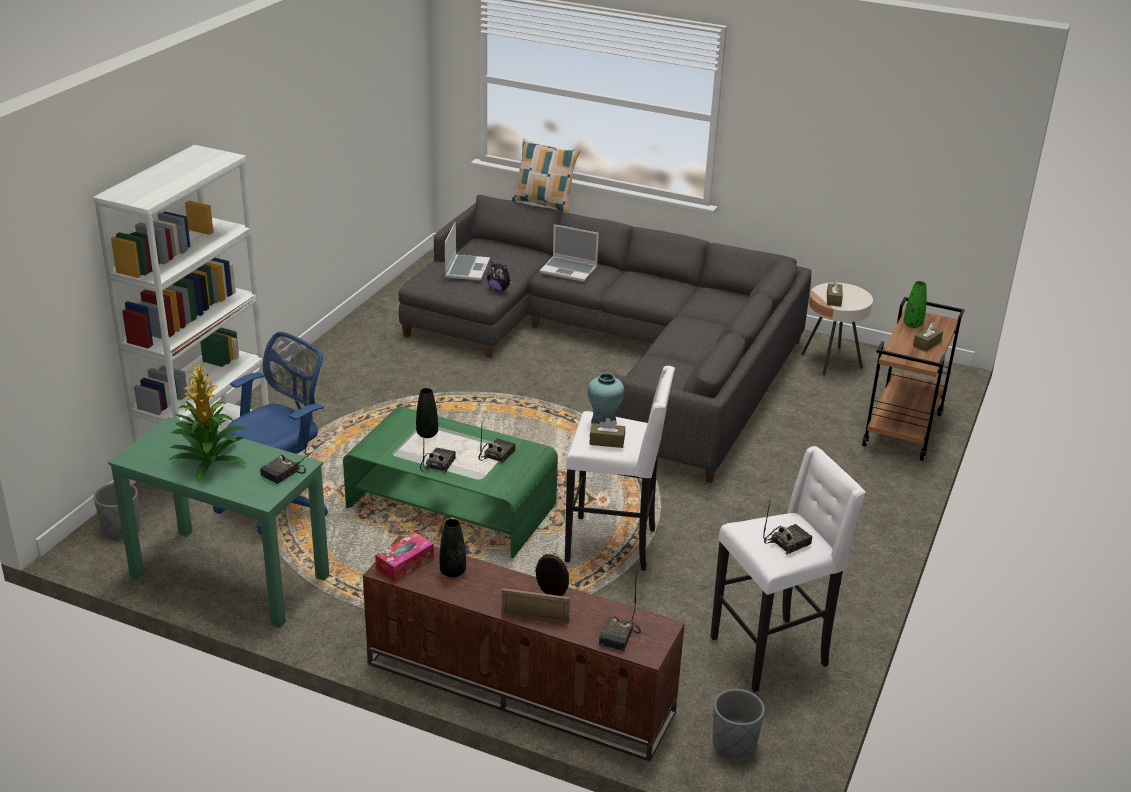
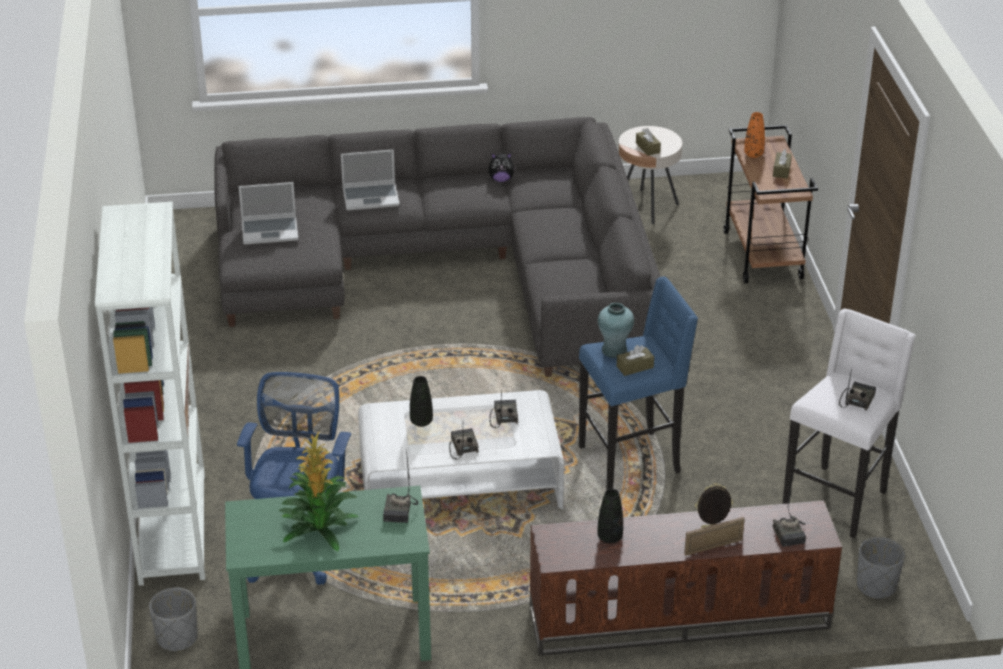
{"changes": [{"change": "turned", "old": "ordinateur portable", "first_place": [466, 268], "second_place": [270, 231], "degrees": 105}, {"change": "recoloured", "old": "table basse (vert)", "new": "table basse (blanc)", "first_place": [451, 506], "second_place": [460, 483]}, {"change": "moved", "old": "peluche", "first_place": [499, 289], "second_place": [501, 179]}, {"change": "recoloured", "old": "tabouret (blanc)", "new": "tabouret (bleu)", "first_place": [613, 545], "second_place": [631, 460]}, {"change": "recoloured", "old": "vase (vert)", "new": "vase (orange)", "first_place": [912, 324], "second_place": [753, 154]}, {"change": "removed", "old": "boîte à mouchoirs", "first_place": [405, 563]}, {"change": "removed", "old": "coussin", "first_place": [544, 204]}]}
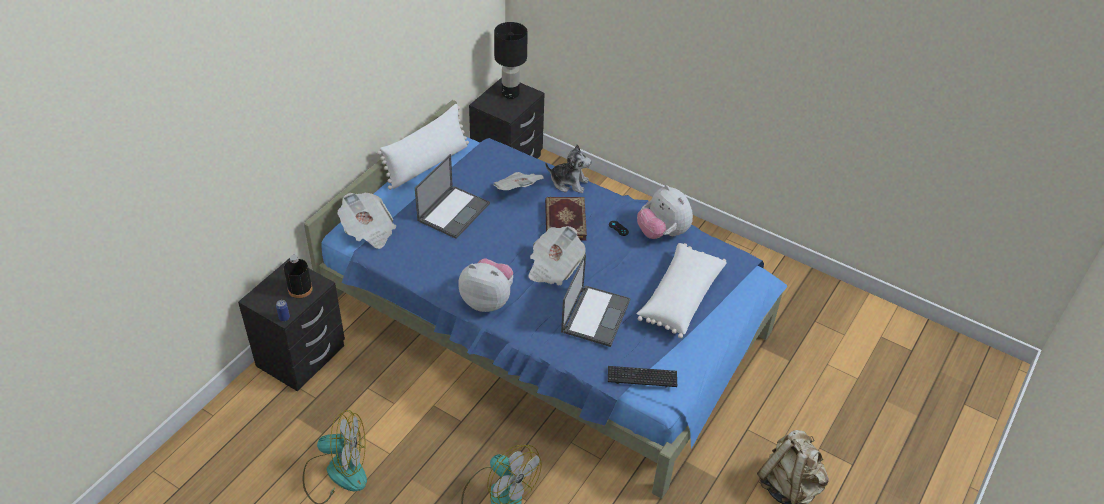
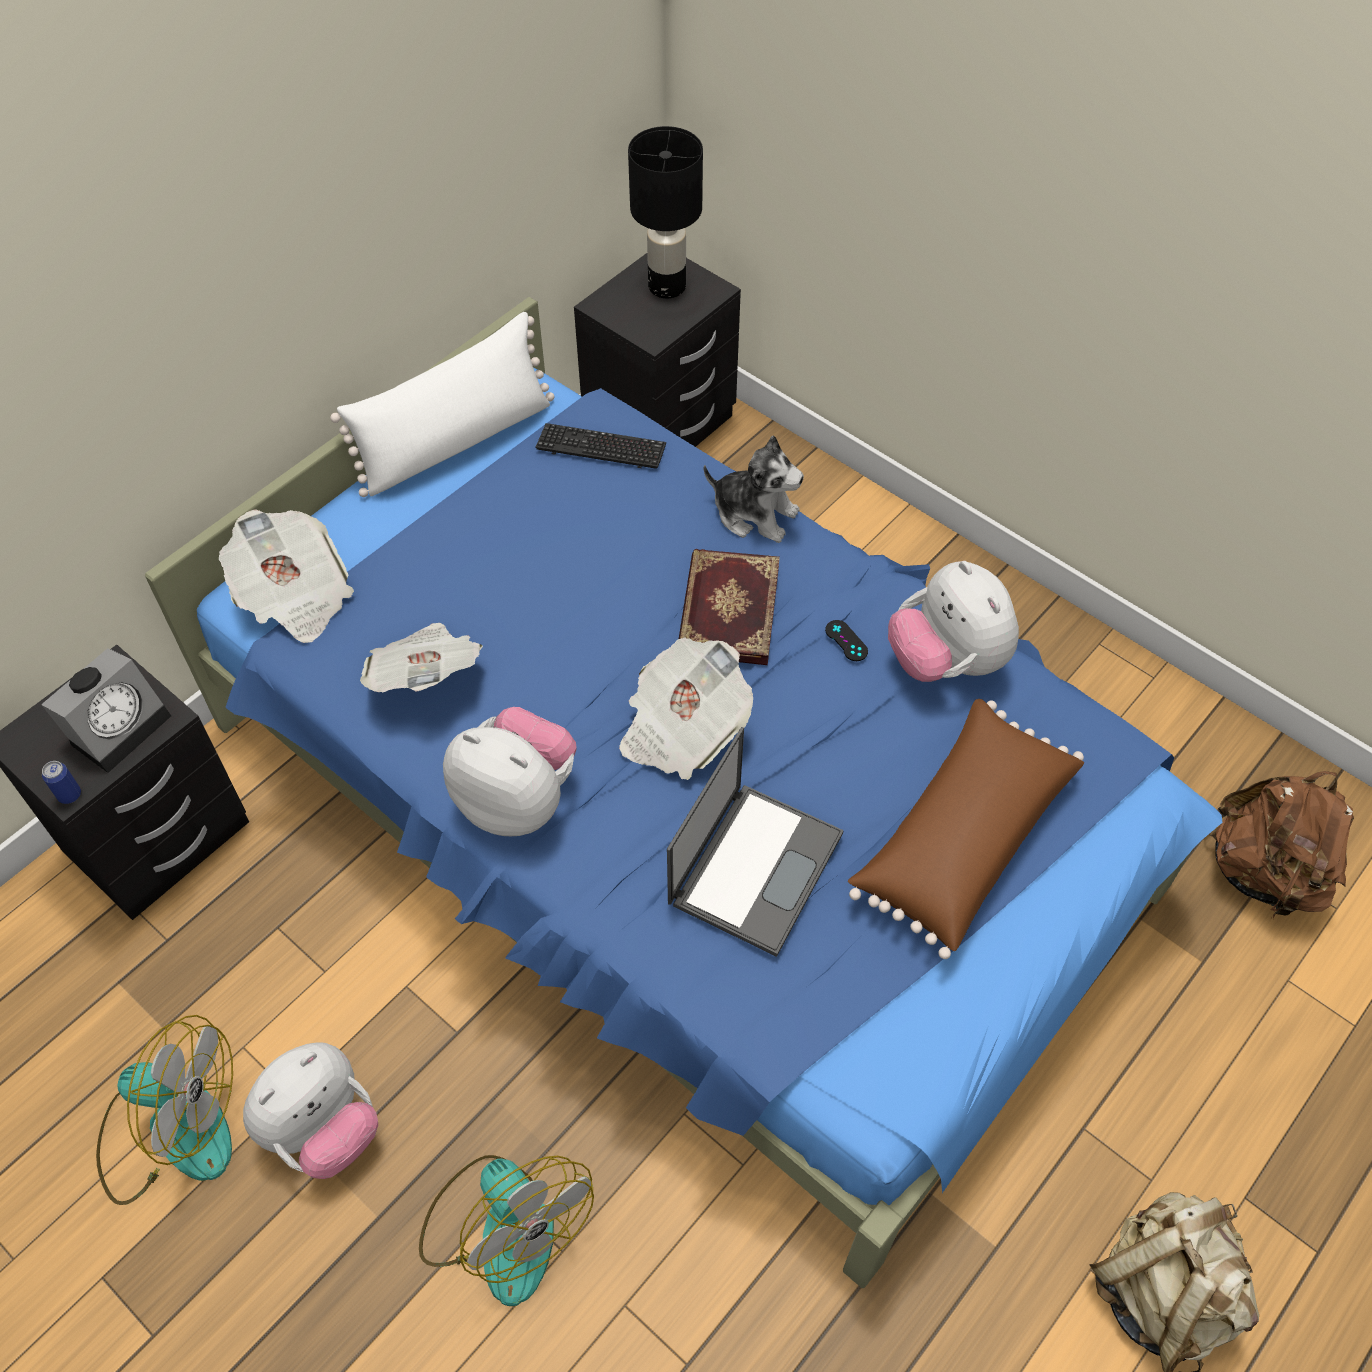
{"changes": [{"change": "replaced", "old": "bouteille (noir)", "new": "réveil", "first_place": [300, 289], "second_place": [120, 725]}, {"change": "added", "new": "peluche", "second_place": [323, 1129]}, {"change": "moved", "old": "journal", "first_place": [517, 191], "second_place": [426, 676]}, {"change": "moved", "old": "clavier", "first_place": [642, 377], "second_place": [601, 448]}, {"change": "recoloured", "old": "coussin (blanc)", "new": "coussin (marron)", "first_place": [679, 298], "second_place": [960, 837]}, {"change": "added", "new": "sac à dos (marron)", "second_place": [1263, 872]}, {"change": "removed", "old": "ordinateur portable", "first_place": [454, 211]}]}
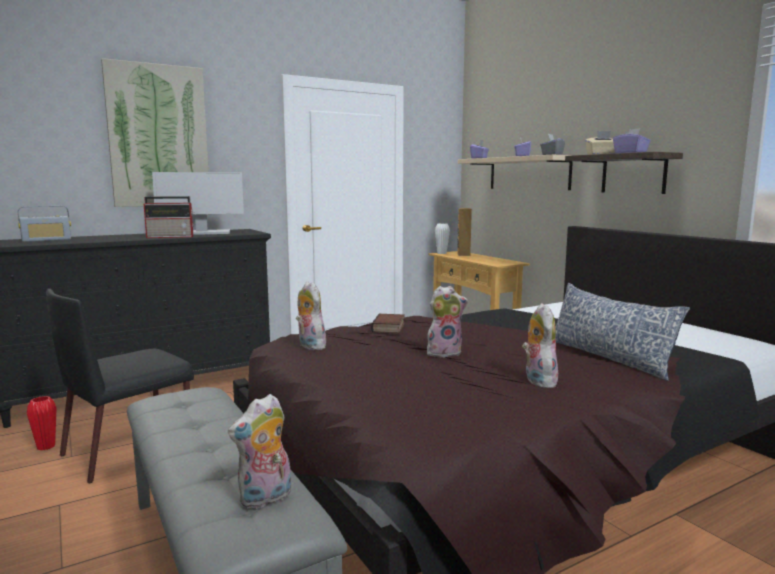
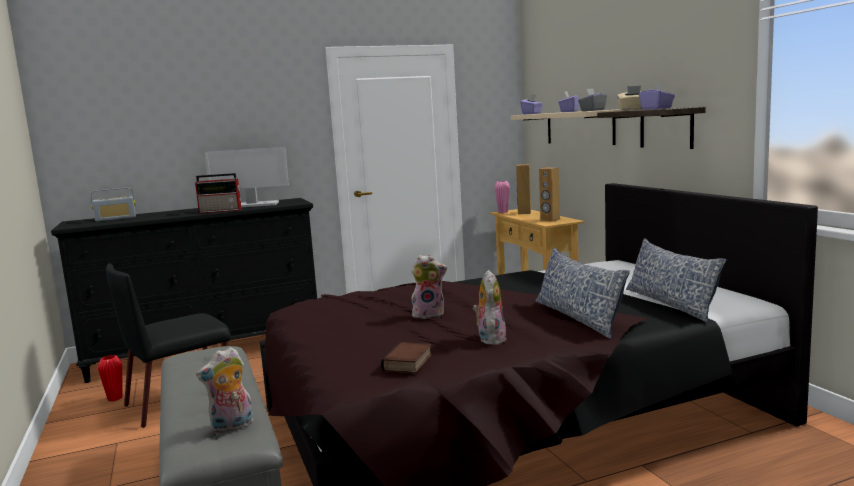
{"changes": [{"change": "moved", "old": "livre", "first_place": [389, 328], "second_place": [409, 363]}, {"change": "recoloured", "old": "vase (blanc)", "new": "vase (rose)", "first_place": [441, 253], "second_place": [503, 212]}, {"change": "added", "new": "enceinte (marron)", "second_place": [550, 220]}, {"change": "added", "new": "coussin", "second_place": [670, 303]}, {"change": "removed", "old": "tableau", "first_place": [158, 136]}, {"change": "removed", "old": "peluche", "first_place": [309, 346]}]}
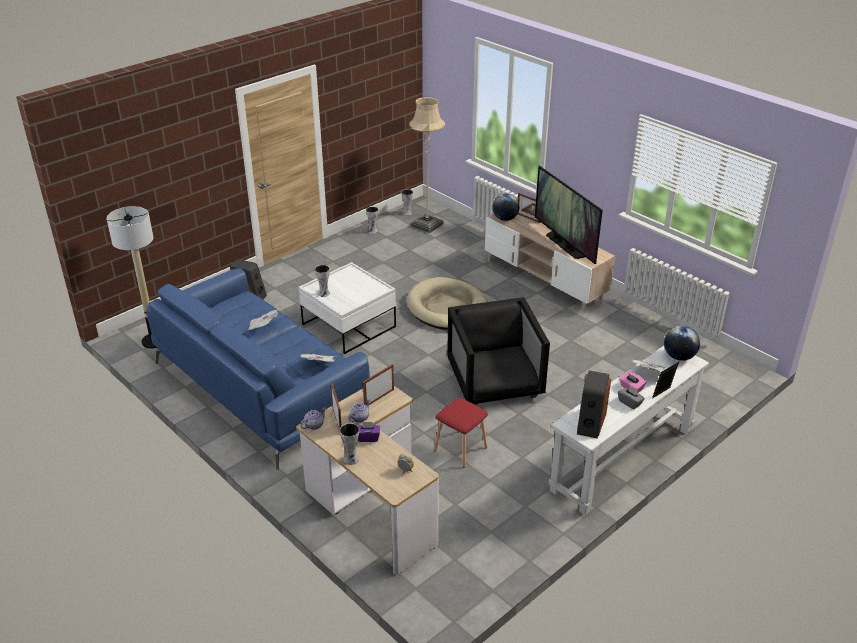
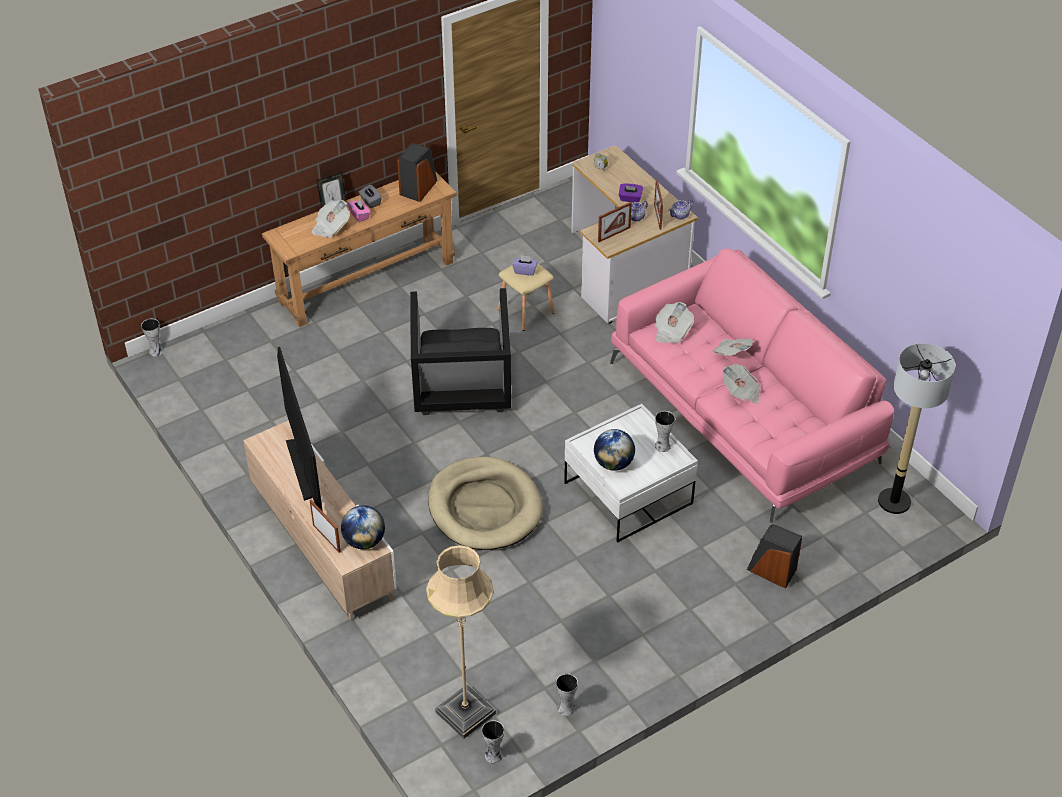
{"changes": [{"change": "moved", "old": "vase", "first_place": [351, 459], "second_place": [156, 351]}, {"change": "recoloured", "old": "table console (blanc)", "new": "table console (marron)", "first_place": [622, 459], "second_place": [367, 282]}, {"change": "recoloured", "old": "tabouret (rouge)", "new": "tabouret (beige)", "first_place": [461, 449], "second_place": [525, 311]}, {"change": "added", "new": "boîte à mouchoirs (violet)", "second_place": [525, 271]}, {"change": "moved", "old": "globe", "first_place": [679, 357], "second_place": [613, 463]}, {"change": "recoloured", "old": "canapé (bleu)", "new": "canapé (rose)", "first_place": [260, 386], "second_place": [743, 413]}, {"change": "added", "new": "journal", "second_place": [731, 353]}]}
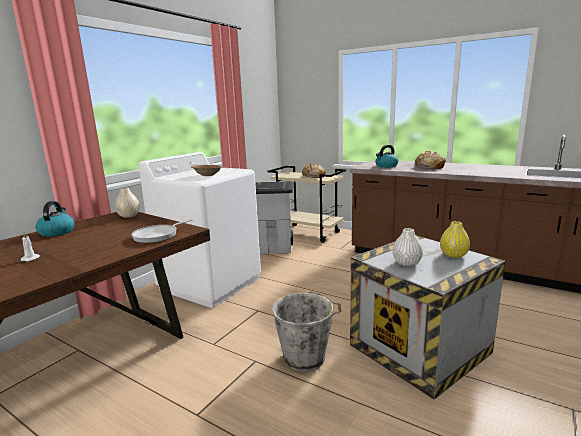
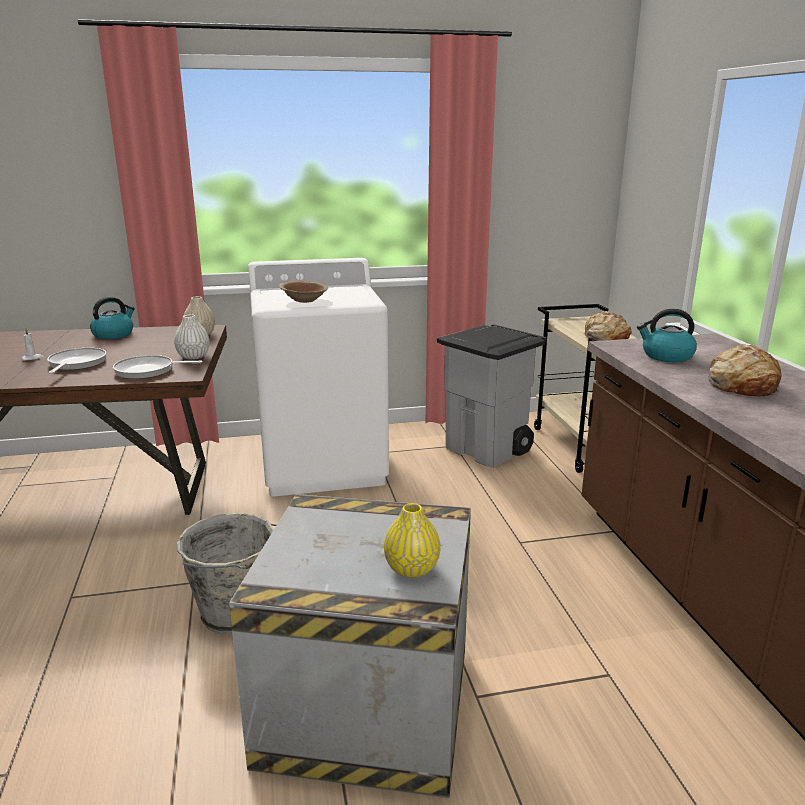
{"changes": [{"change": "added", "new": "poêle", "second_place": [76, 364]}, {"change": "moved", "old": "vase (blanc)", "first_place": [406, 263], "second_place": [193, 356]}]}
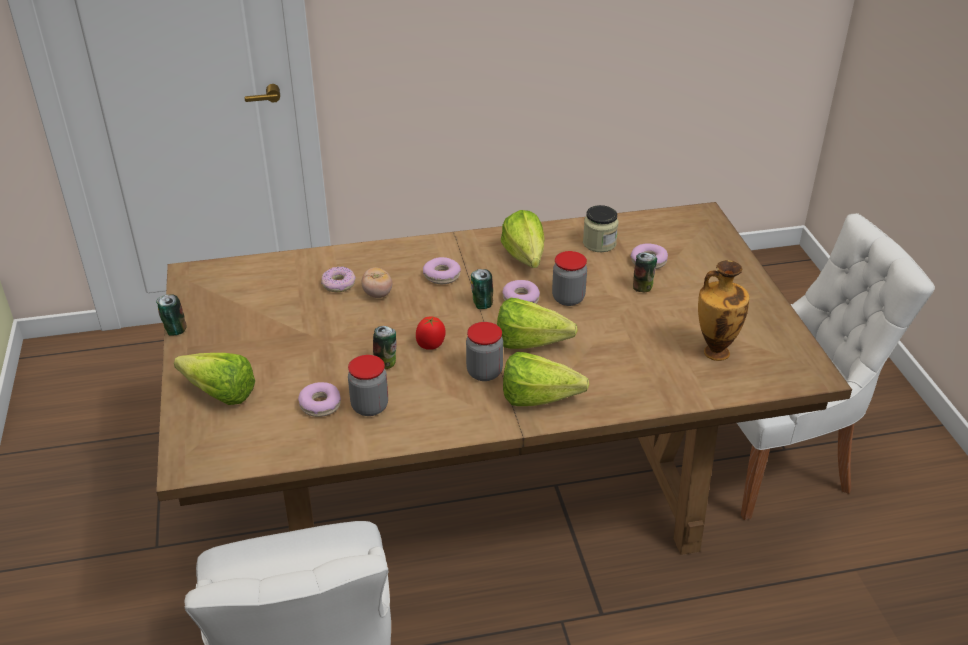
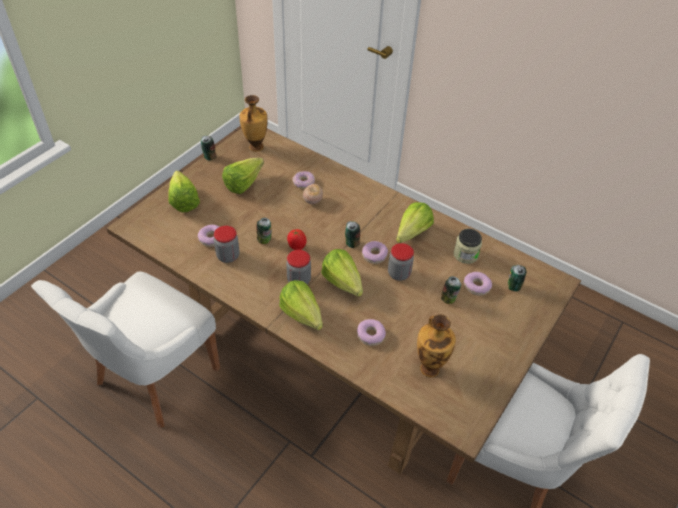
{"changes": [{"change": "added", "new": "laitue", "second_place": [247, 183]}, {"change": "added", "new": "vase", "second_place": [255, 147]}, {"change": "moved", "old": "beignet", "first_place": [441, 276], "second_place": [370, 335]}, {"change": "added", "new": "boîte métallique", "second_place": [513, 286]}]}
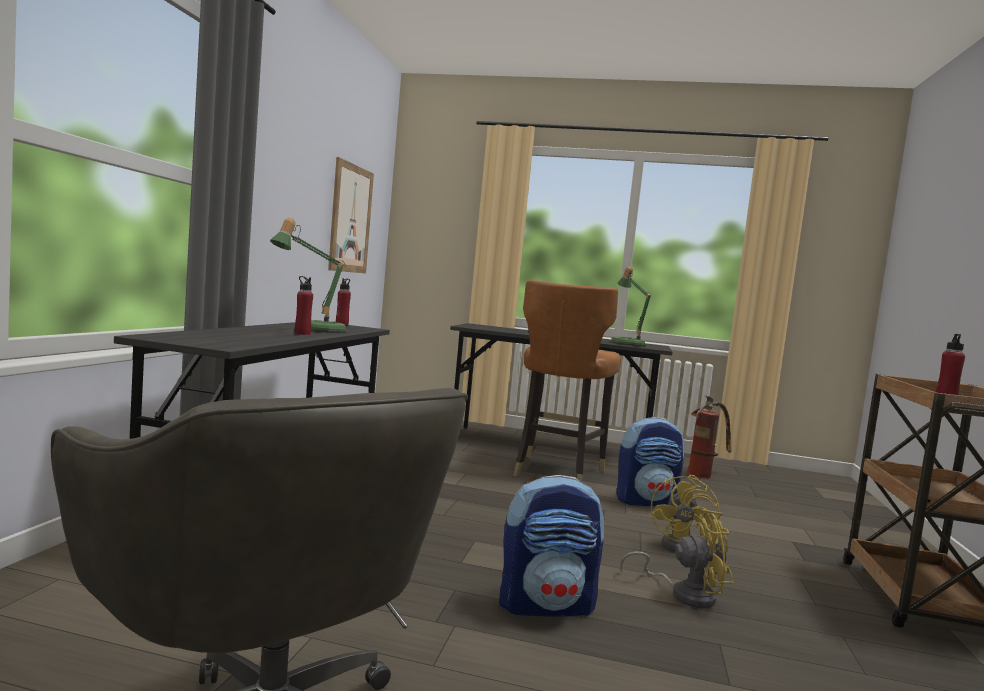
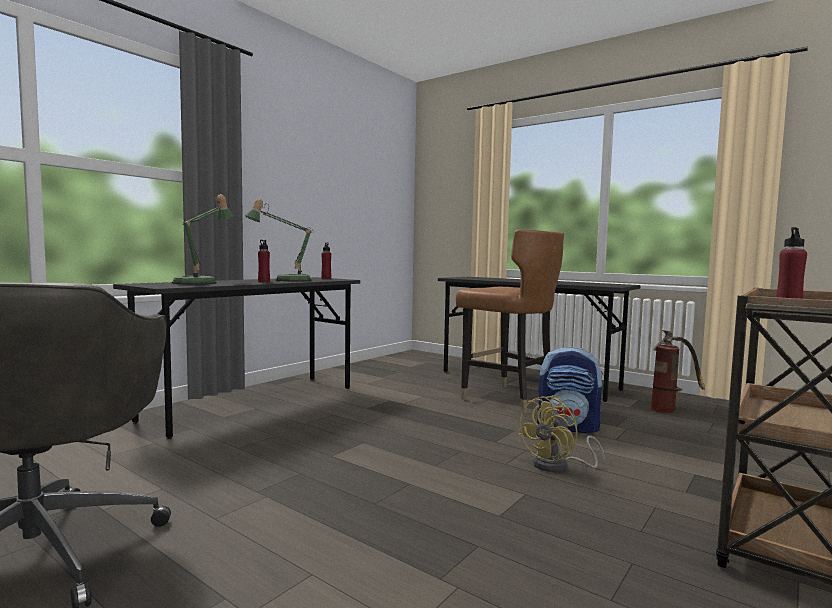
{"changes": [{"change": "moved", "old": "lampe de table", "first_place": [626, 343], "second_place": [200, 283]}, {"change": "turned", "old": "chaise (marron)", "first_place": [556, 471], "second_place": [508, 399], "degrees": -90}, {"change": "removed", "old": "tableau", "first_place": [351, 219]}, {"change": "removed", "old": "sac à dos", "first_place": [546, 605]}, {"change": "removed", "old": "ventilateur (jaune)", "first_place": [684, 594]}]}
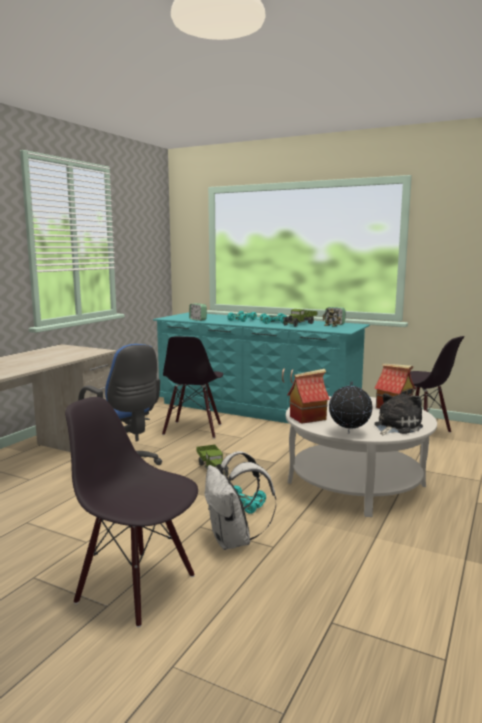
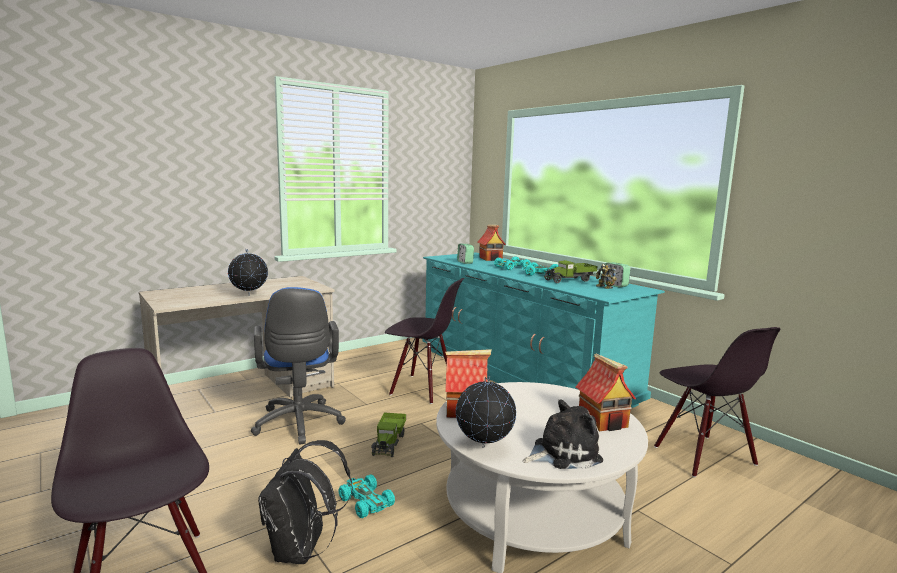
{"changes": [{"change": "added", "new": "globe", "second_place": [249, 295]}, {"change": "recoloured", "old": "sac à dos (blanc)", "new": "sac à dos (noir)", "first_place": [234, 541], "second_place": [302, 551]}, {"change": "turned", "old": "chaise (noir)", "first_place": [193, 430], "second_place": [422, 388], "degrees": -105}, {"change": "added", "new": "maison miniature", "second_place": [491, 259]}]}
